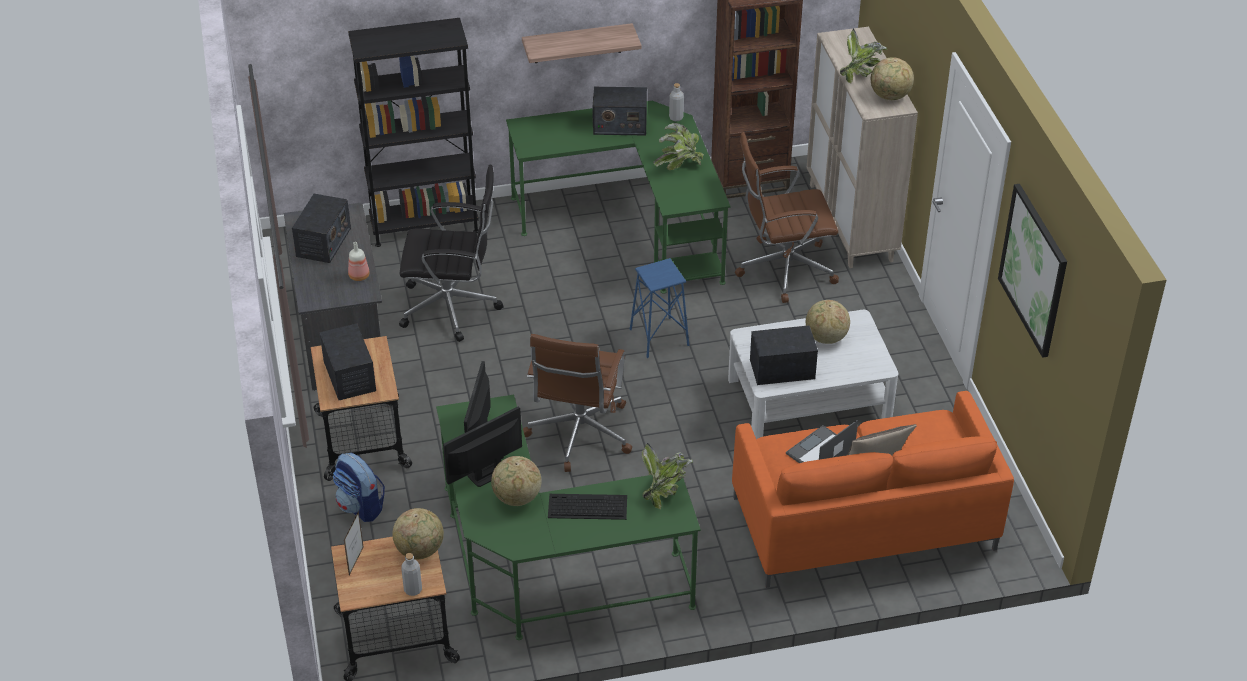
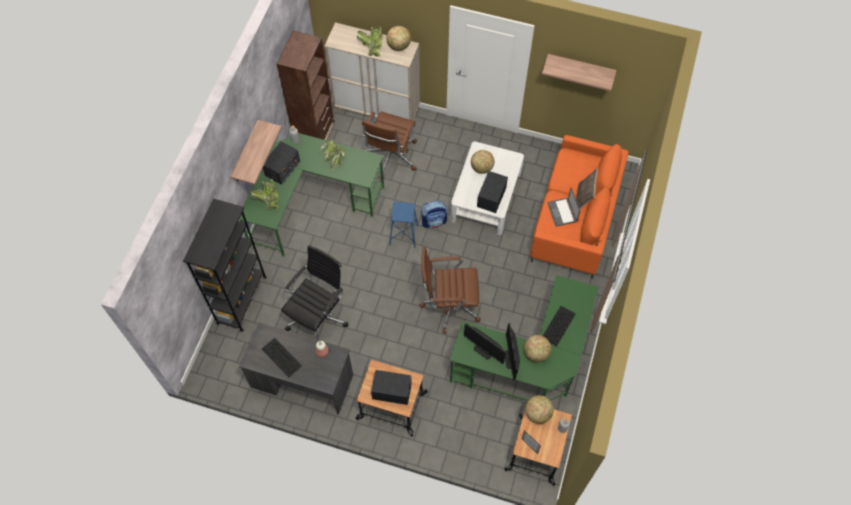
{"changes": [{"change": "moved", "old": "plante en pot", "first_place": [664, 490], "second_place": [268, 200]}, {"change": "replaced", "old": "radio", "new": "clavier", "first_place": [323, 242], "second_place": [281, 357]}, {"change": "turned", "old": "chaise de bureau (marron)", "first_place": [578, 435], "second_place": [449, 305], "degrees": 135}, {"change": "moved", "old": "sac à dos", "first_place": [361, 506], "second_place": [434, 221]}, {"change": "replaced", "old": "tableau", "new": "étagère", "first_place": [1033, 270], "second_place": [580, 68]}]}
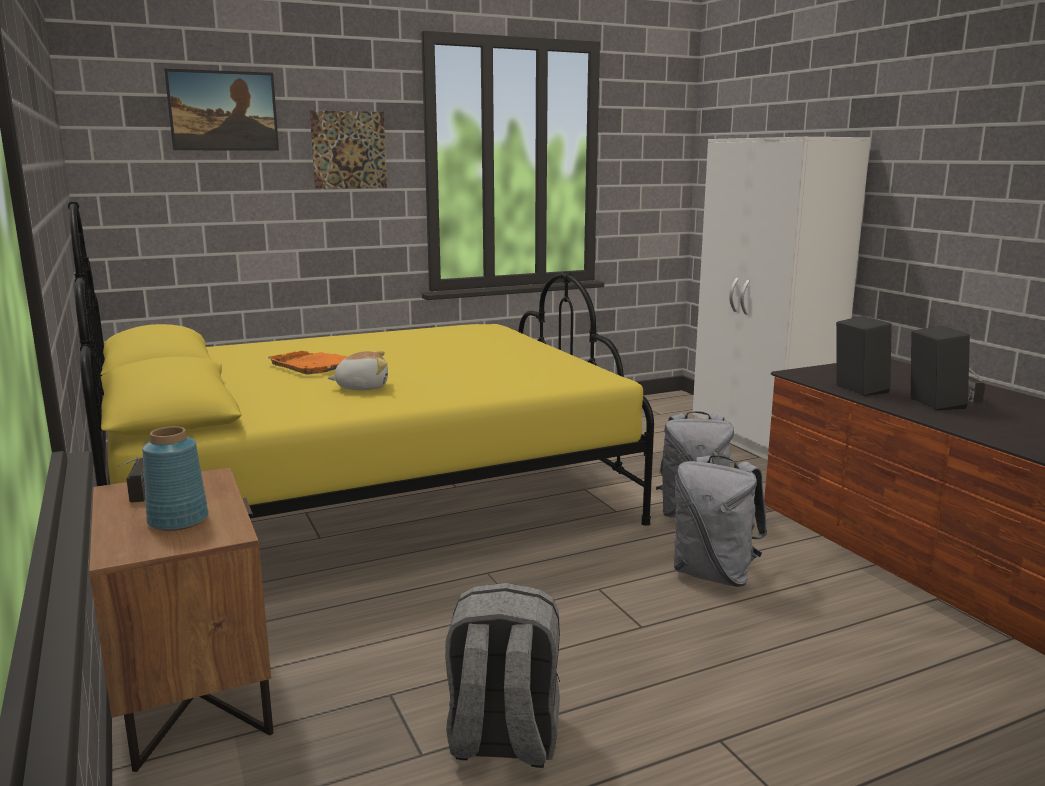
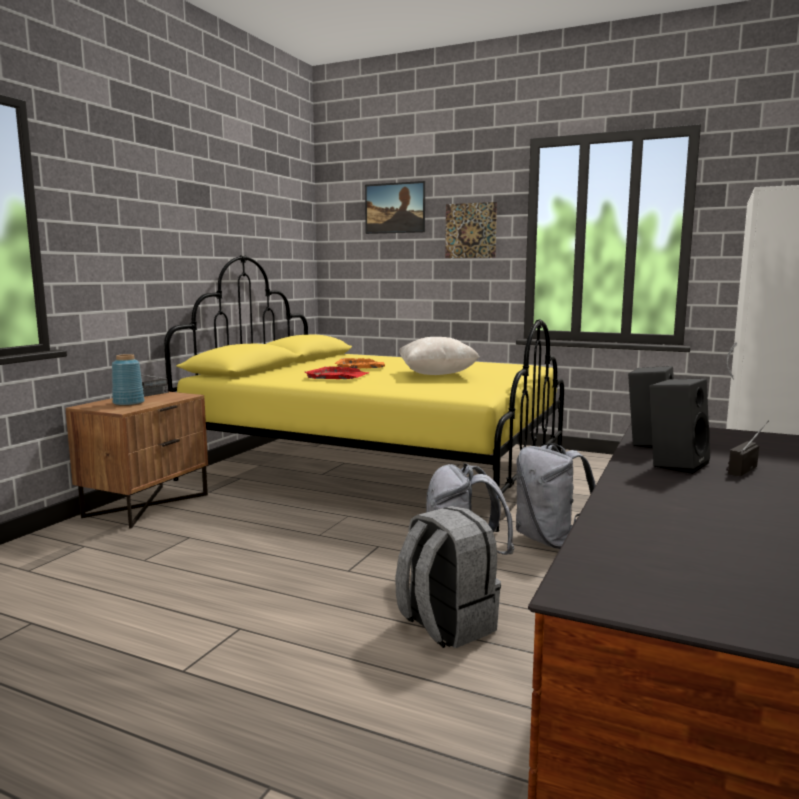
{"changes": [{"change": "replaced", "old": "peluche", "new": "plateau (rouge)", "first_place": [362, 387], "second_place": [338, 376]}, {"change": "moved", "old": "sac à dos (gris)", "first_place": [502, 740], "second_place": [445, 625]}, {"change": "added", "new": "coussin (beige)", "second_place": [437, 375]}]}
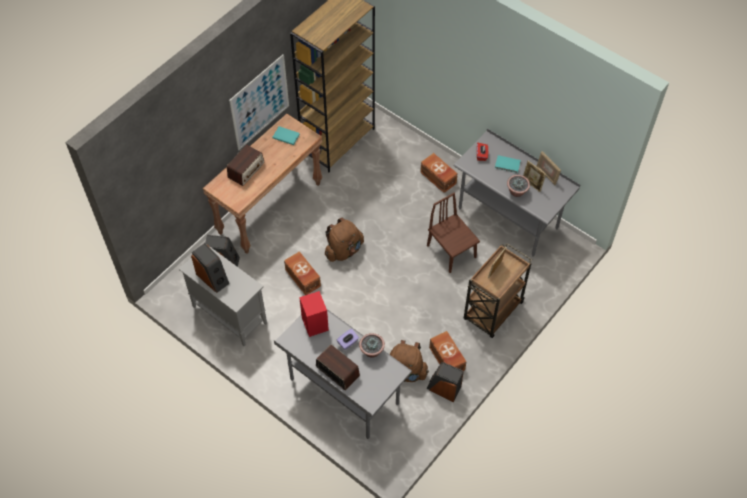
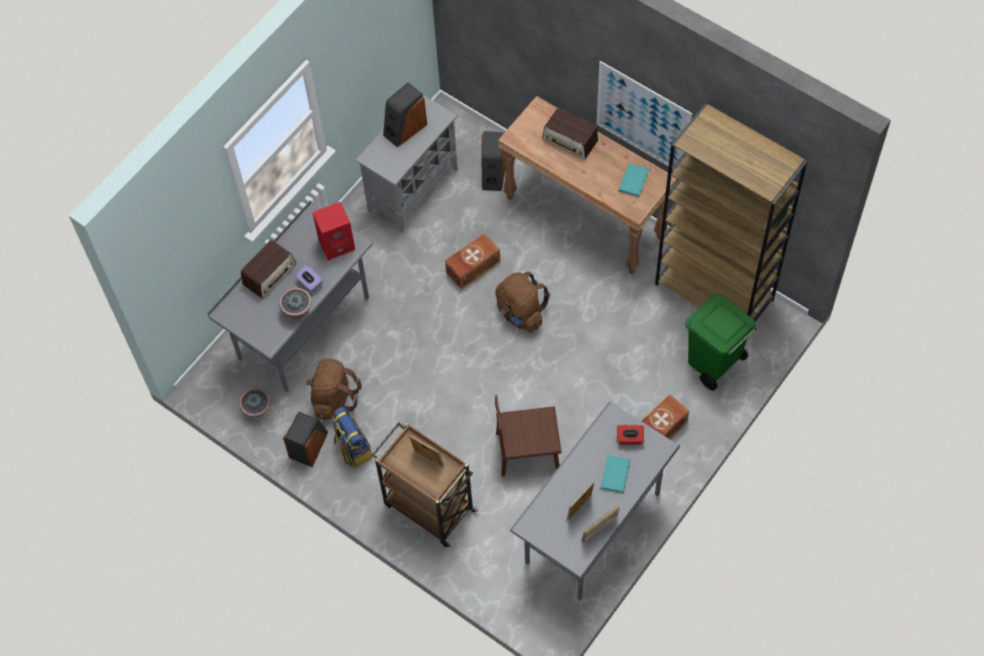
{"changes": [{"change": "moved", "old": "plante en pot", "first_place": [517, 192], "second_place": [257, 410]}, {"change": "replaced", "old": "boîte de rangement (marron)", "new": "sac à dos", "first_place": [446, 359], "second_place": [352, 448]}, {"change": "turned", "old": "chaise (marron)", "first_place": [451, 251], "second_place": [527, 451], "degrees": -150}, {"change": "added", "new": "poubelle (vert)", "second_place": [713, 364]}]}
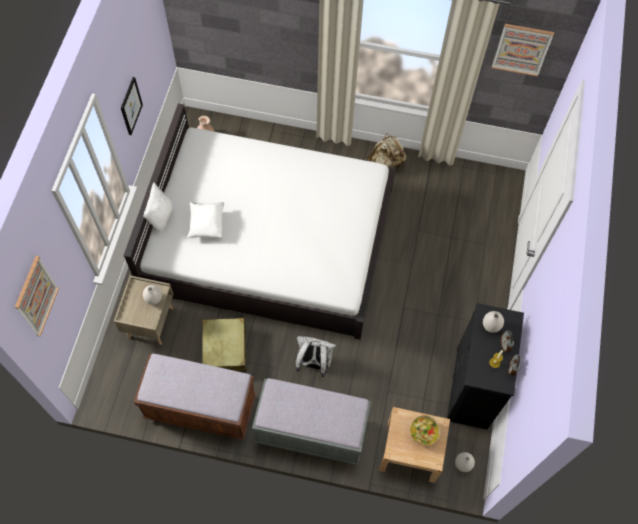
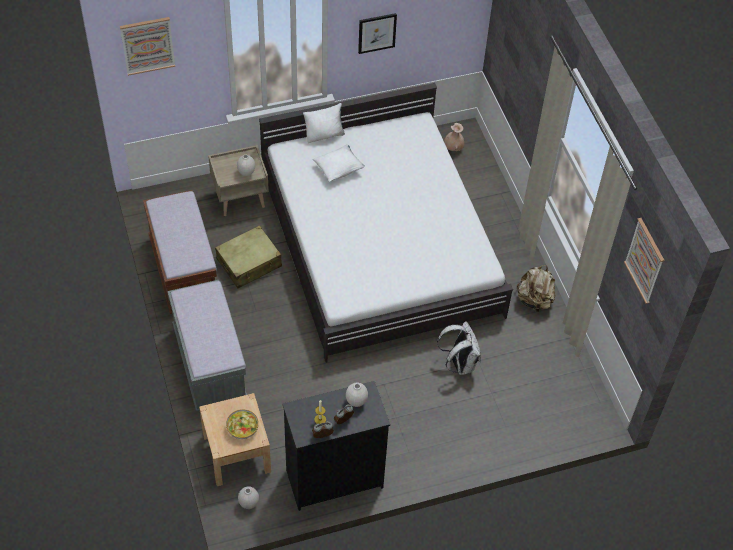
{"changes": [{"change": "moved", "old": "sac à dos (blanc)", "first_place": [314, 363], "second_place": [459, 363]}]}
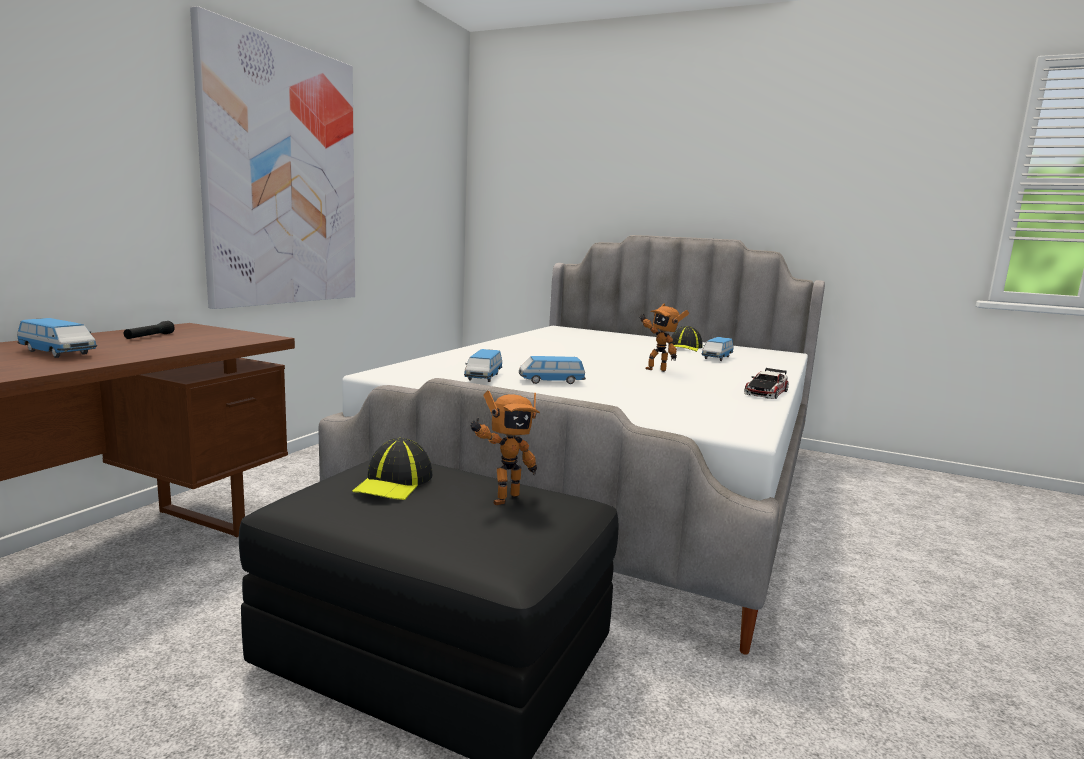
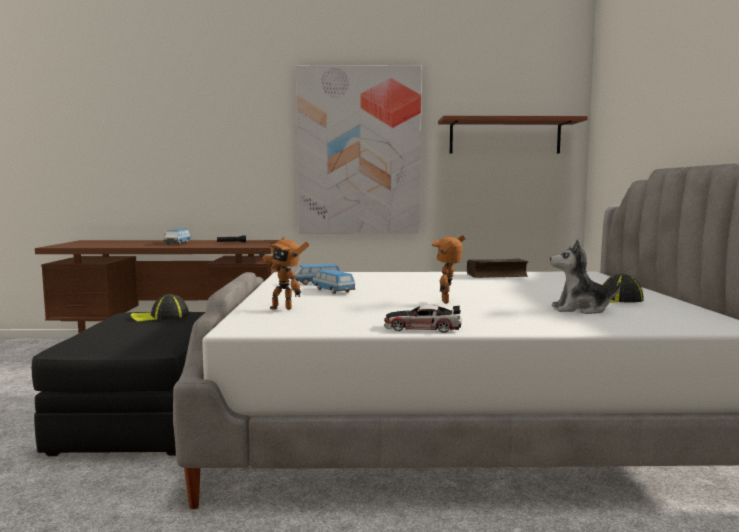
{"changes": [{"change": "moved", "old": "robot jouet", "first_place": [502, 498], "second_place": [282, 308]}, {"change": "added", "new": "étagère", "second_place": [505, 137]}, {"change": "added", "new": "livre", "second_place": [497, 276]}, {"change": "replaced", "old": "petite voiture", "new": "peluche", "first_place": [717, 358], "second_place": [580, 309]}]}
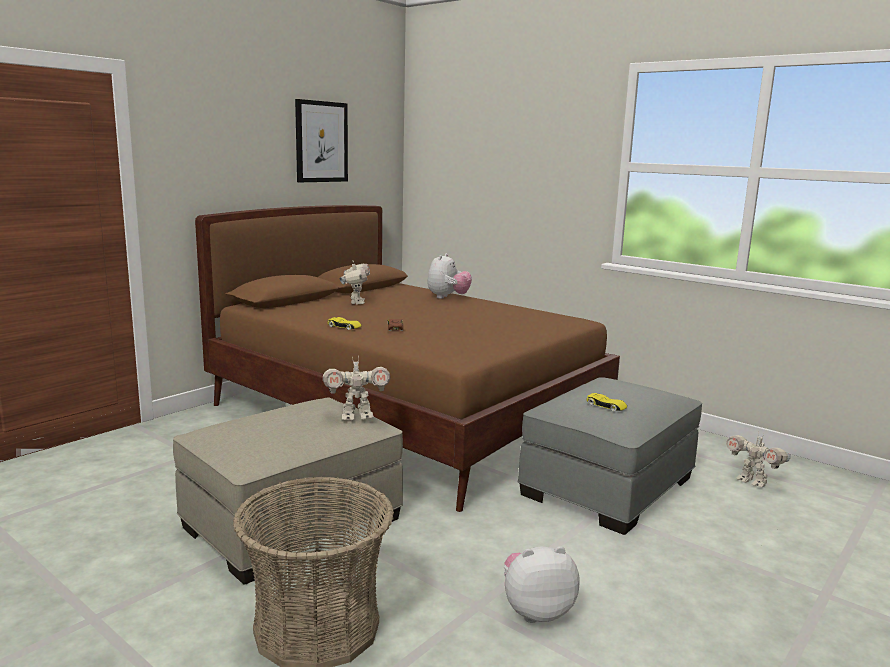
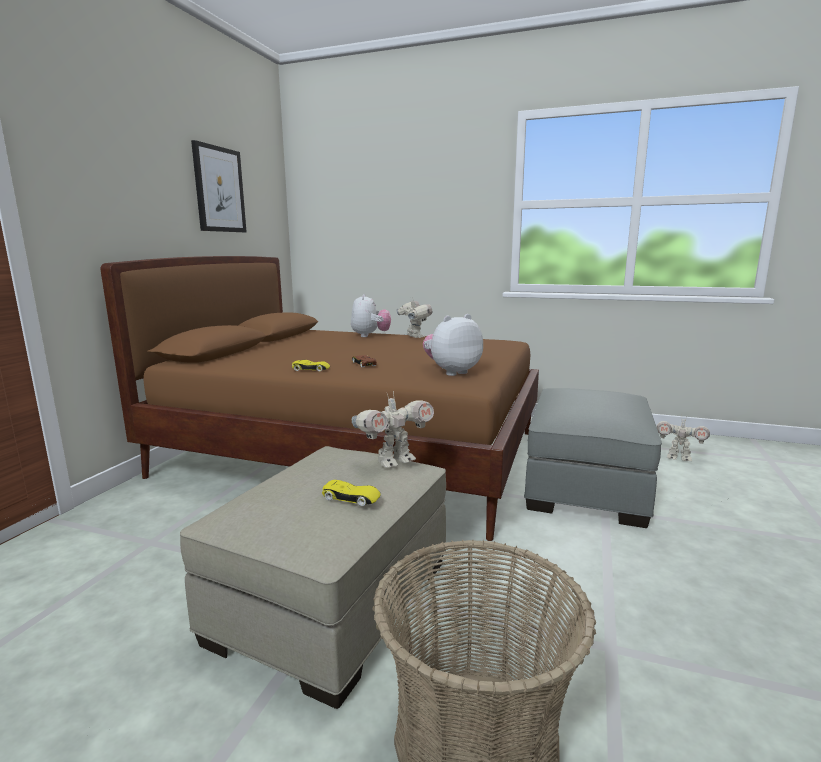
{"changes": [{"change": "moved", "old": "petite voiture (jaune)", "first_place": [606, 406], "second_place": [351, 497]}, {"change": "moved", "old": "robot jouet", "first_place": [356, 302], "second_place": [414, 337]}, {"change": "moved", "old": "peluche", "first_place": [536, 611], "second_place": [451, 372]}]}
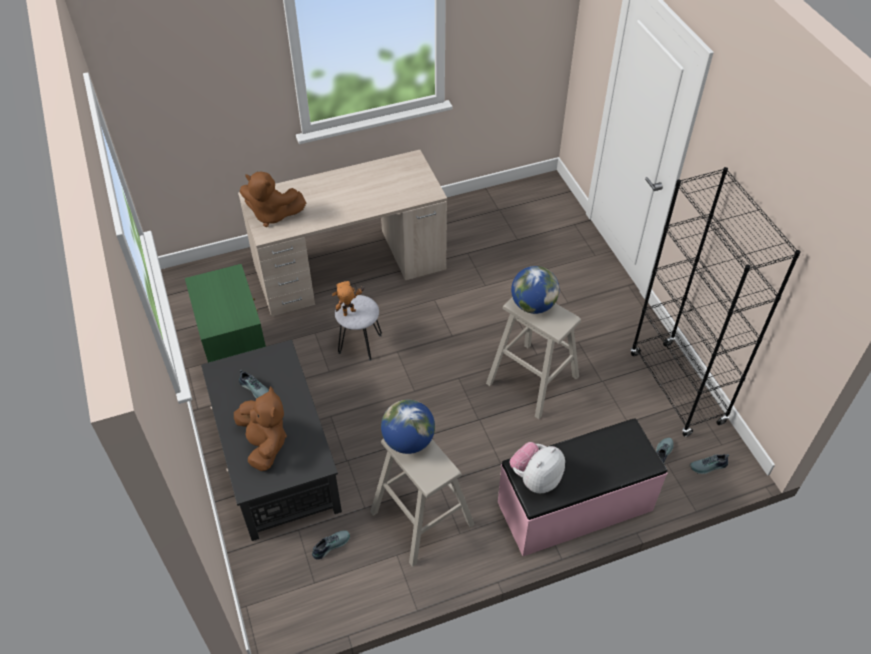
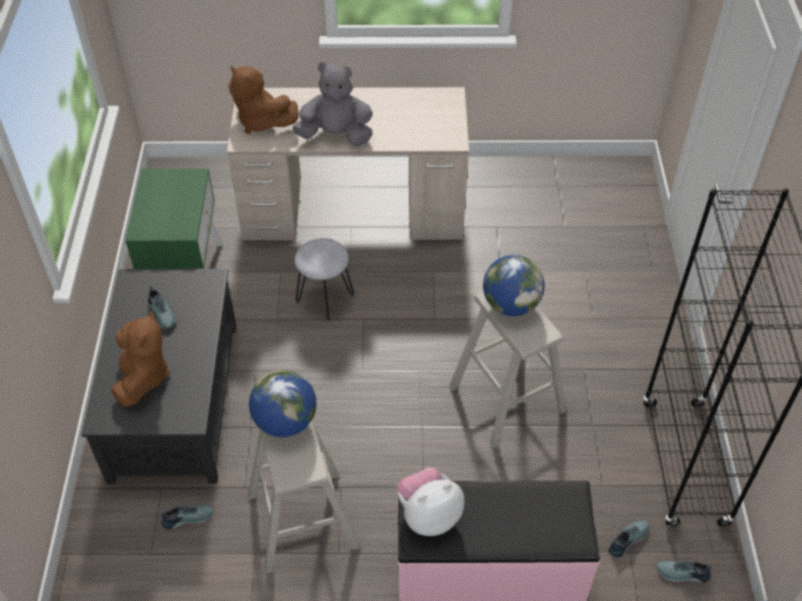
{"changes": [{"change": "added", "new": "peluche (gris)", "second_place": [336, 136]}, {"change": "removed", "old": "robot jouet", "first_place": [351, 314]}]}
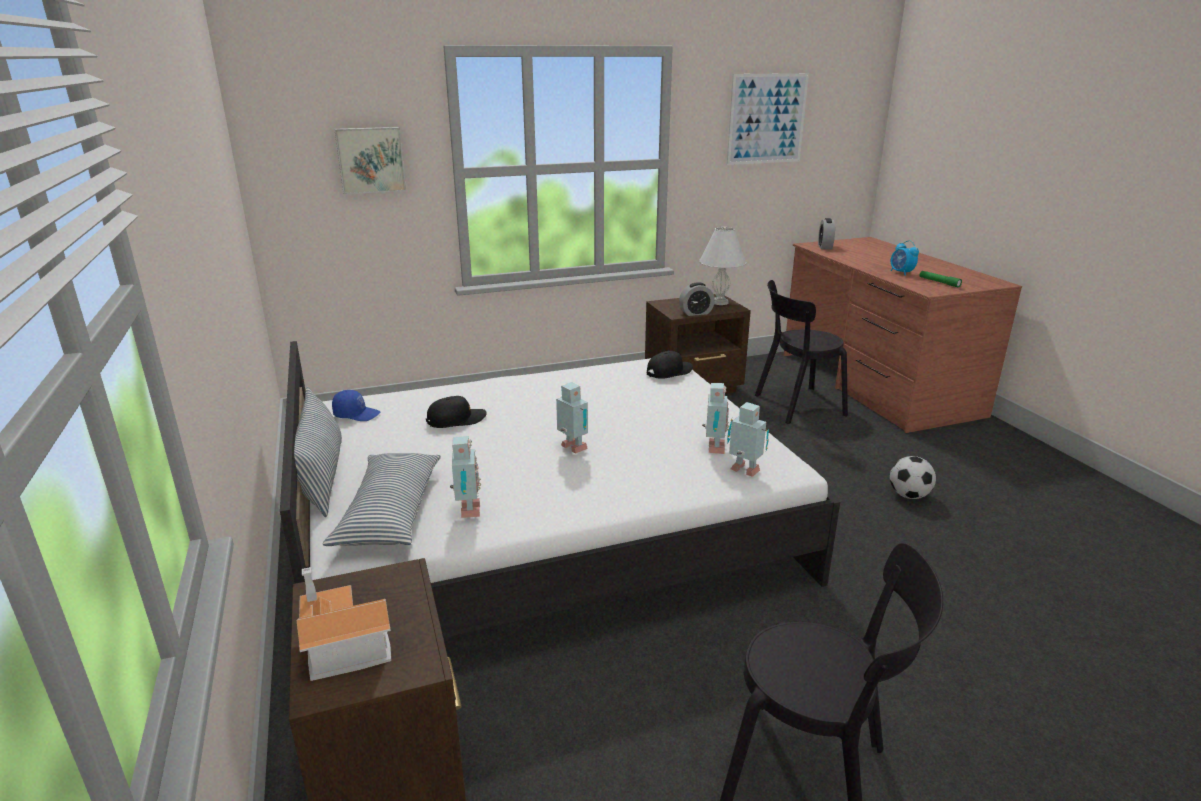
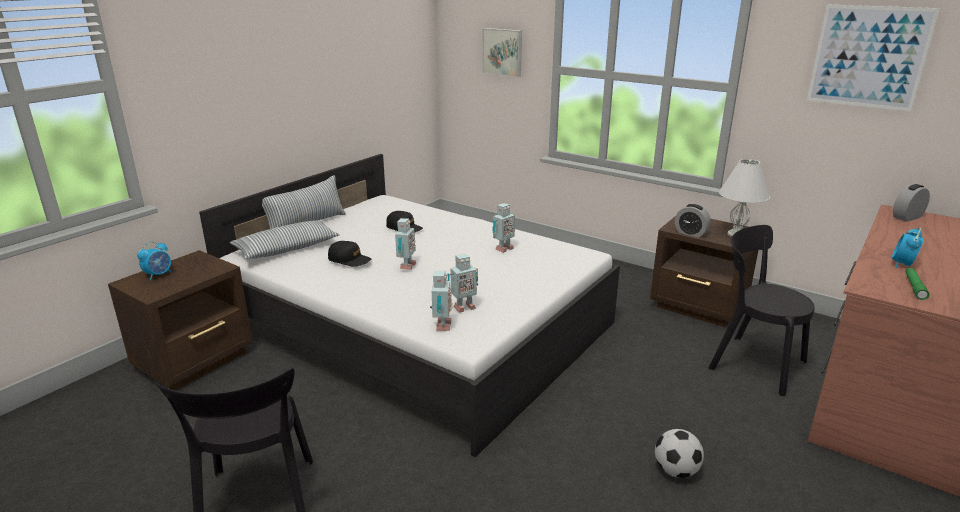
{"changes": [{"change": "replaced", "old": "maison miniature", "new": "réveil", "first_place": [341, 645], "second_place": [159, 275]}, {"change": "moved", "old": "casquette (noir)", "first_place": [669, 372], "second_place": [349, 260]}, {"change": "moved", "old": "robot jouet", "first_place": [467, 511], "second_place": [503, 249]}, {"change": "removed", "old": "casquette (bleu)", "first_place": [357, 414]}]}
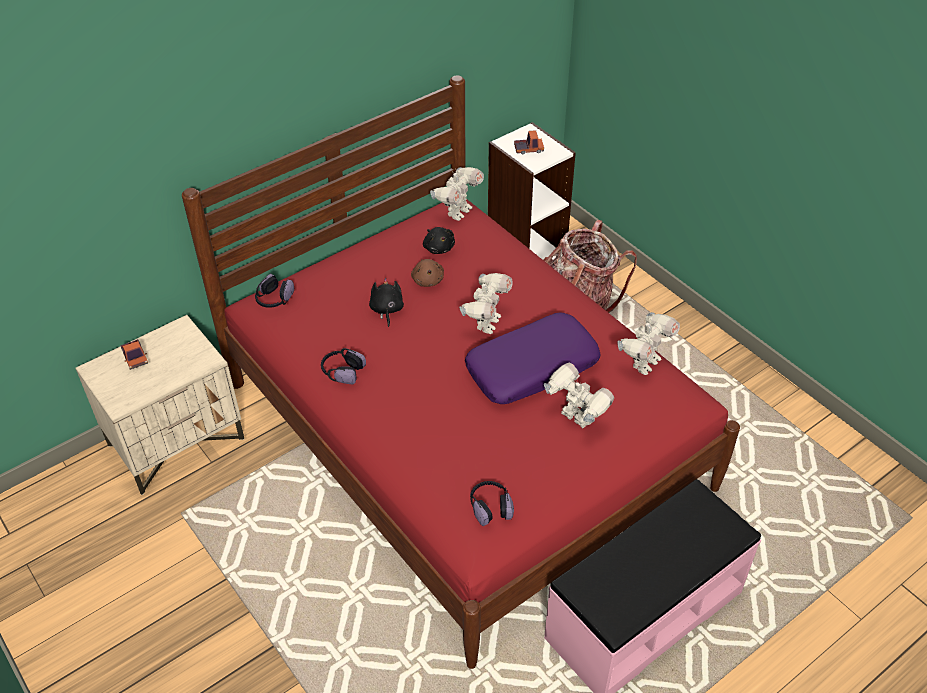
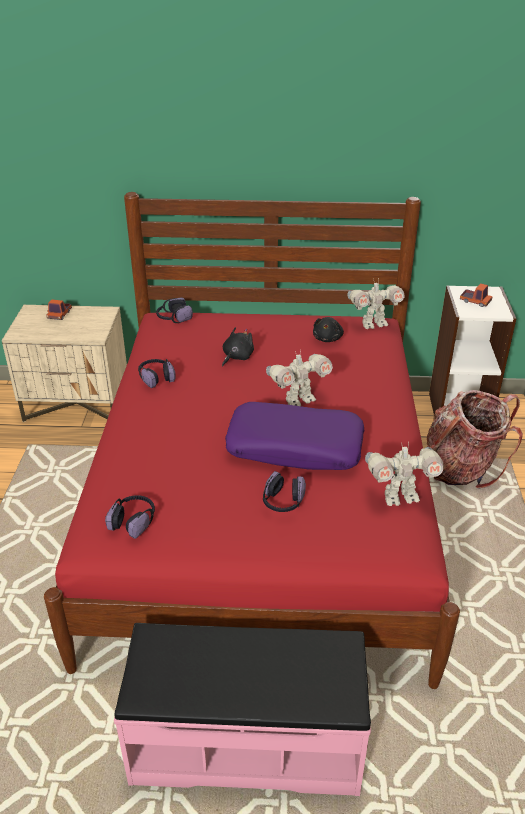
{"changes": [{"change": "replaced", "old": "robot jouet", "new": "casque audio", "first_place": [575, 419], "second_place": [282, 502]}, {"change": "removed", "old": "peluche (marron)", "first_place": [428, 280]}]}
